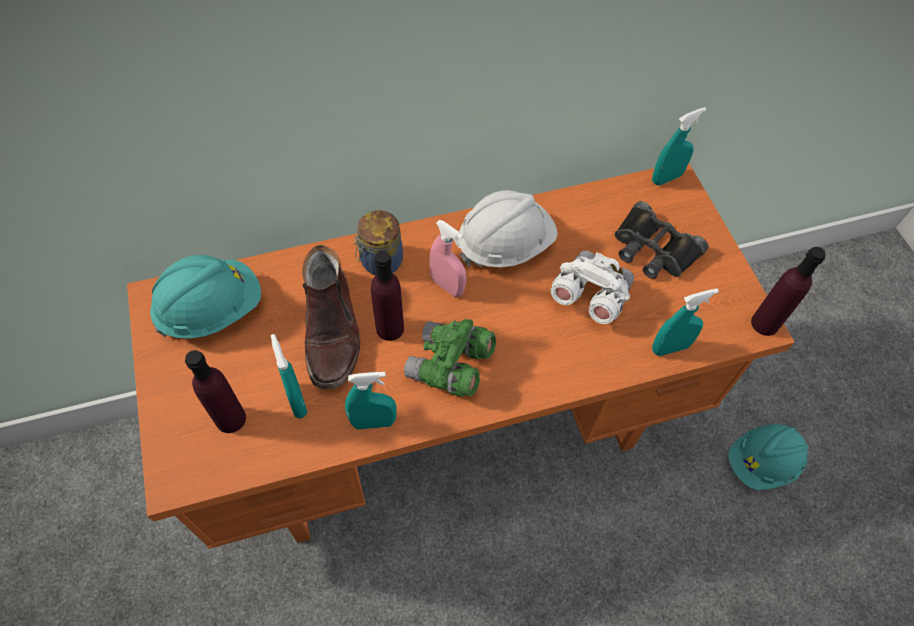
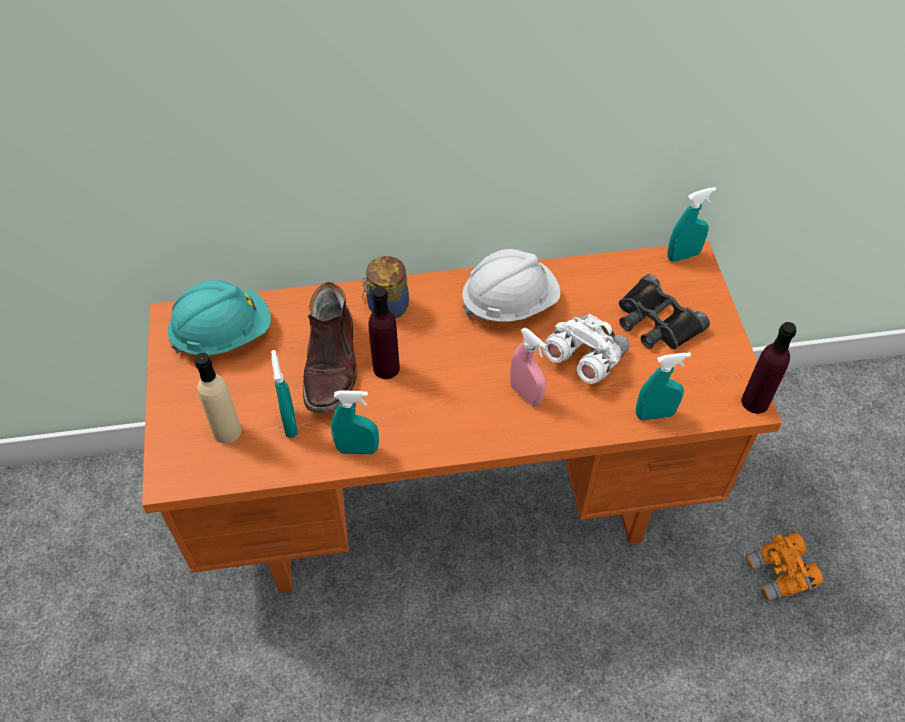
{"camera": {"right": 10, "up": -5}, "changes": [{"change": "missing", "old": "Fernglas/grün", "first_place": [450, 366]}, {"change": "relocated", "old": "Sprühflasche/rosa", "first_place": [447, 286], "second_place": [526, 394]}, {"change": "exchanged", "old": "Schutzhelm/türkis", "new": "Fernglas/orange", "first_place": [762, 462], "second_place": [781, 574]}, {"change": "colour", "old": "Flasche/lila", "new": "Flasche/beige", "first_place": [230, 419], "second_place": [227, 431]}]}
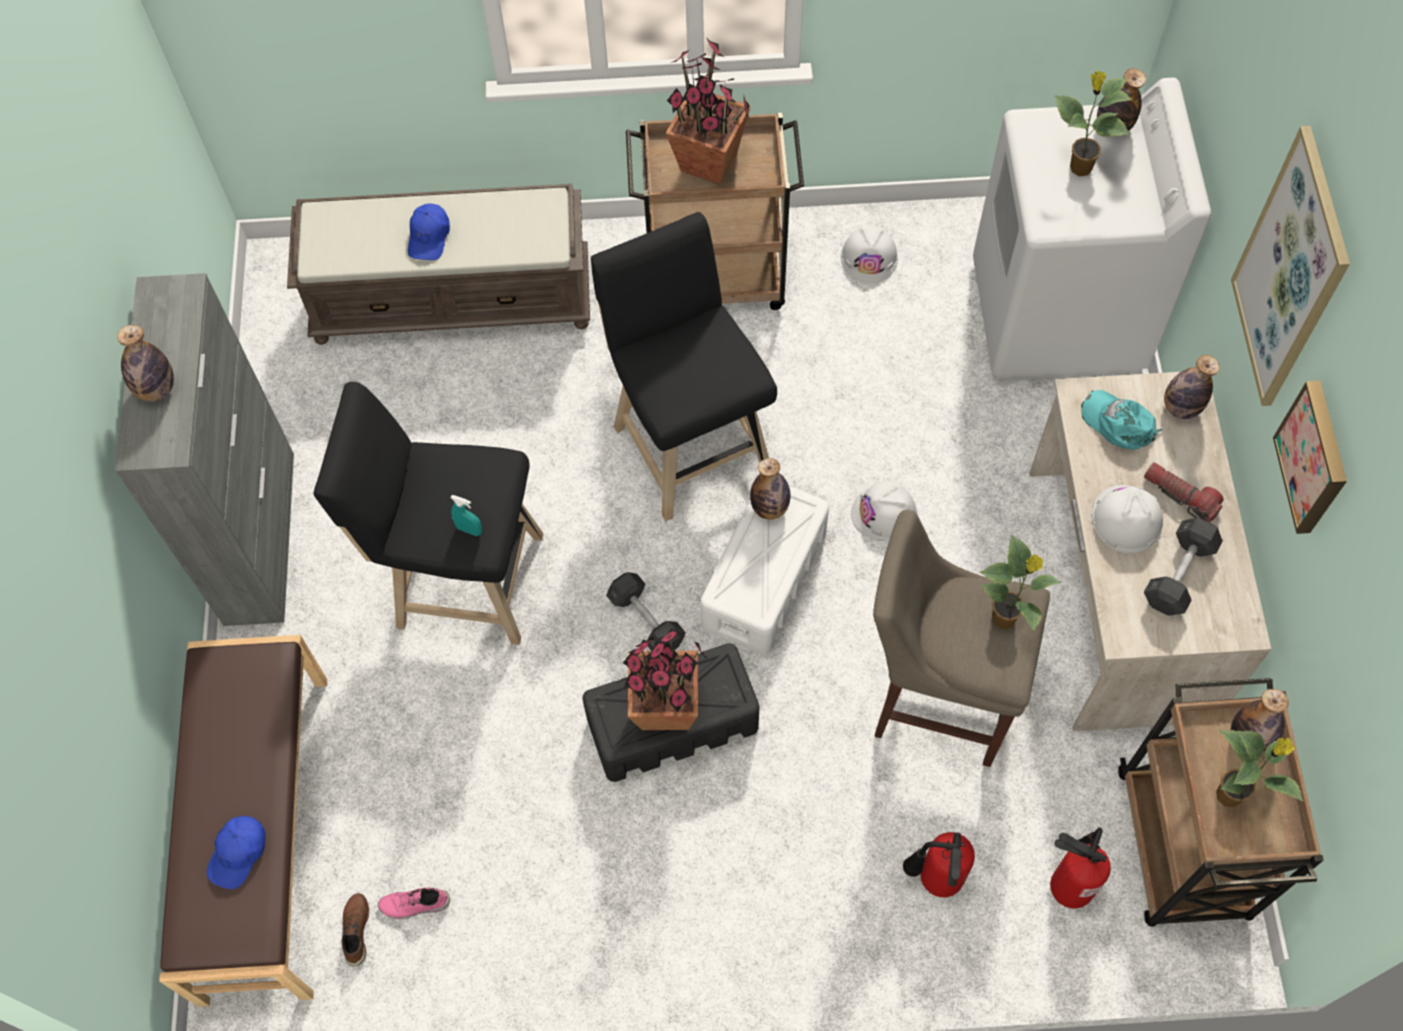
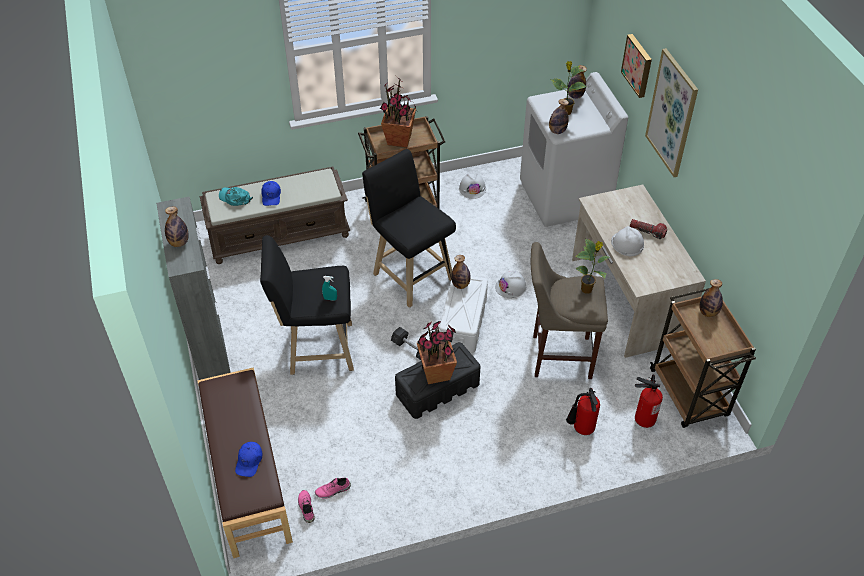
{"camera": {"right": -15, "up": -15}, "changes": [{"change": "missing", "old": "Hantel/grau", "first_place": [1178, 574]}, {"change": "missing", "old": "Topfpflanze", "first_place": [1230, 795]}, {"change": "relocated", "old": "Kappe/türkis", "first_place": [1118, 423], "second_place": [235, 198]}, {"change": "relocated", "old": "Flasche", "first_place": [1180, 408], "second_place": [557, 131]}, {"change": "relocated", "old": "Bild", "first_place": [1315, 457], "second_place": [638, 65]}, {"change": "colour", "old": "Schuh/braun", "new": "Schuh/rosa", "first_place": [355, 931], "second_place": [306, 508]}]}
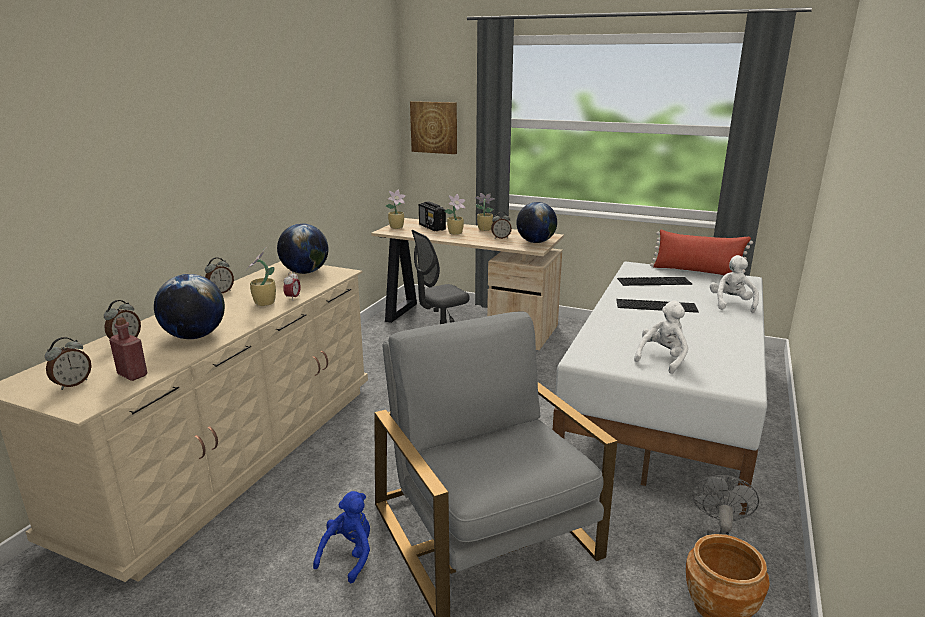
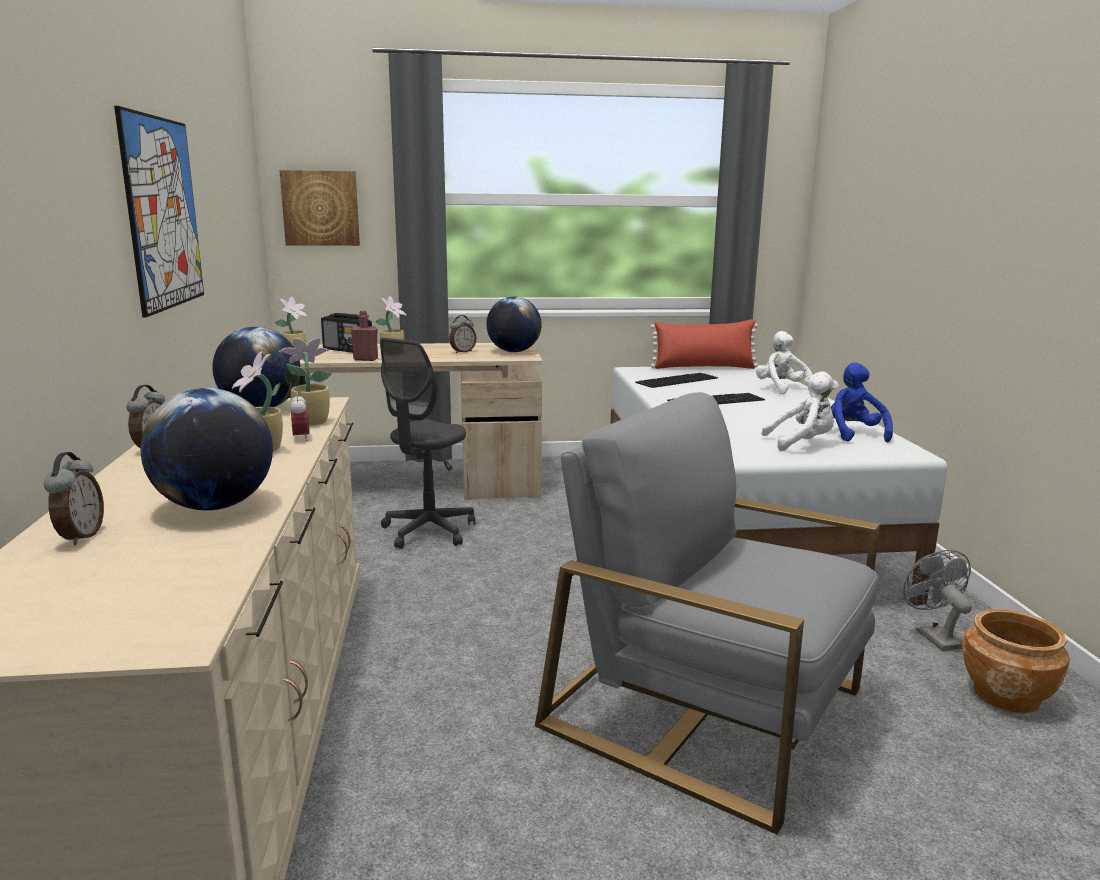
{"camera": {"right": -30, "up": -5}, "changes": [{"change": "missing", "old": "Wecker", "first_place": [72, 384]}, {"change": "appeared", "new": "Bild", "second_place": [163, 213]}, {"change": "relocated", "old": "Flasche/rot", "first_place": [132, 375], "second_place": [365, 359]}, {"change": "relocated", "old": "Plüschtier/blau", "first_place": [349, 555], "second_place": [851, 434]}, {"change": "relocated", "old": "Topfpflanze", "first_place": [484, 229], "second_place": [310, 422]}, {"change": "spun", "old": "Plüschtier/weiß", "first_place": [662, 359], "second_place": [802, 443], "degrees": 75}]}
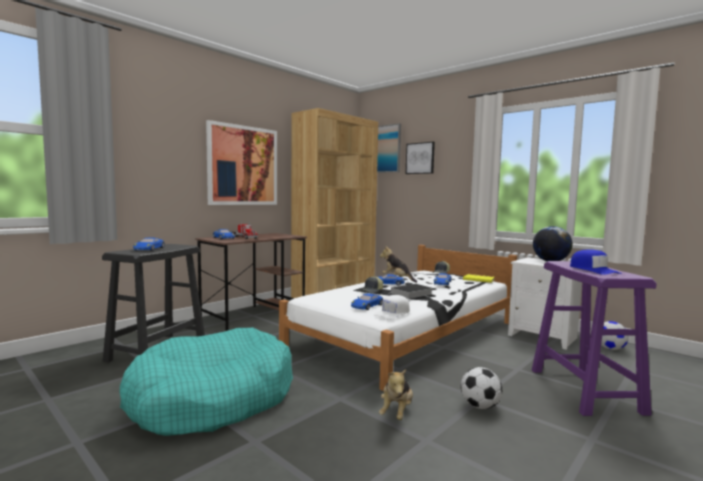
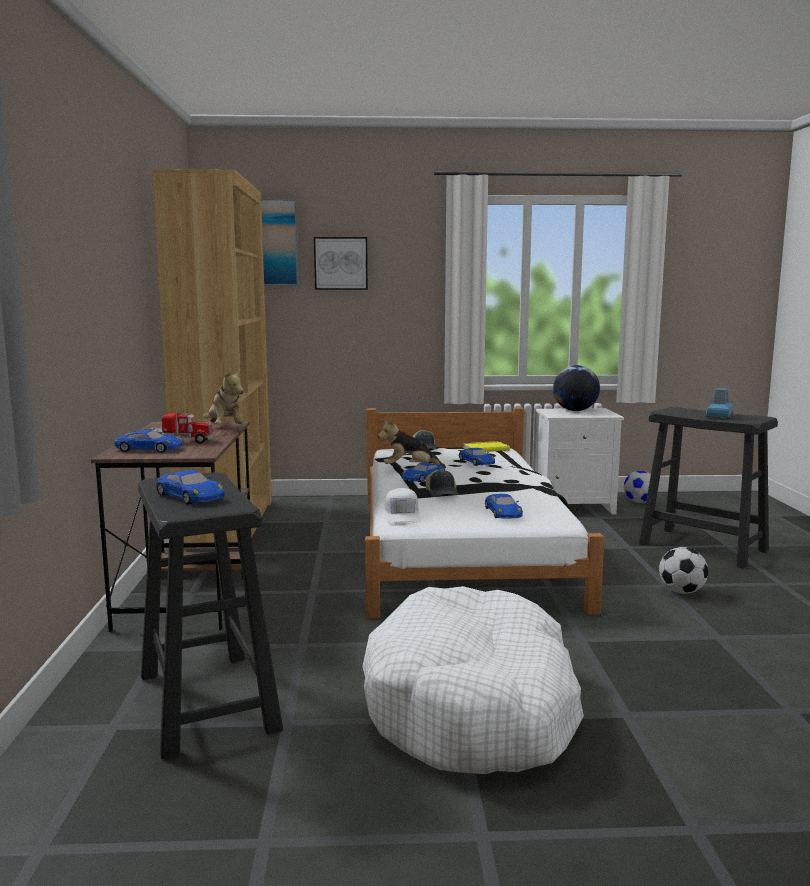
{"camera": {"right": -45, "up": 5}, "changes": [{"change": "missing", "old": "Bild", "first_place": [243, 165]}, {"change": "missing", "old": "Buch", "first_place": [411, 294]}, {"change": "relocated", "old": "Kappe/weiß", "first_place": [392, 313], "second_place": [402, 515]}, {"change": "relocated", "old": "Plüschtier", "first_place": [396, 412], "second_place": [225, 428]}, {"change": "exchanged", "old": "Kappe/blau", "new": "Spielzeugauto/blau", "first_place": [593, 270], "second_place": [719, 416]}, {"change": "colour", "old": "Hundebett/türkis", "new": "Hundebett/weiß", "first_place": [212, 398], "second_place": [473, 707]}, {"change": "colour", "old": "Hocker/lila", "new": "Hocker/schwarz", "first_place": [585, 391], "second_place": [703, 547]}]}
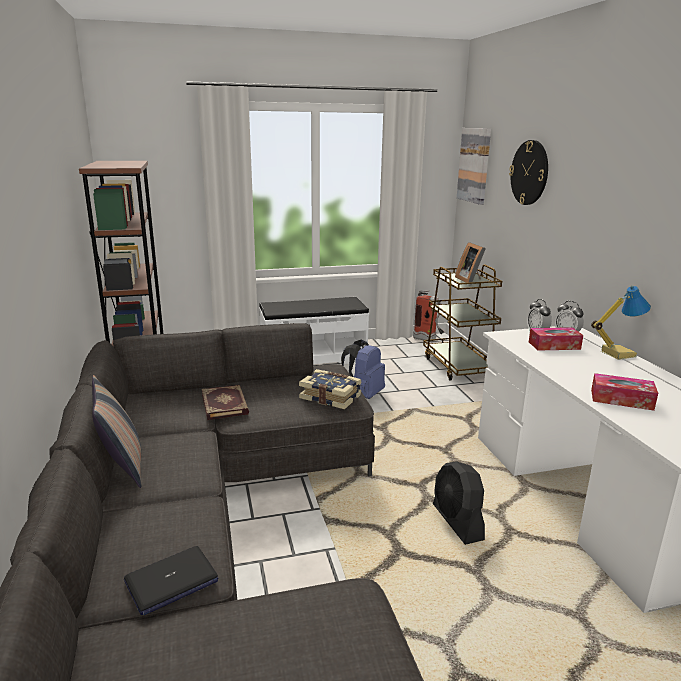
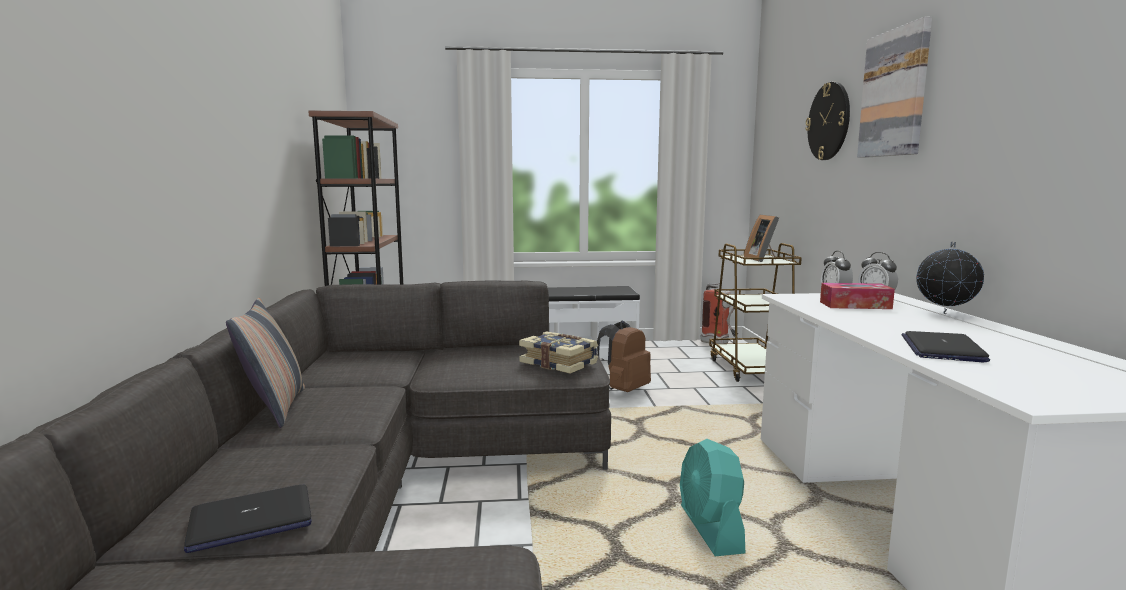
{"camera": {"right": 10, "up": -10}, "changes": [{"change": "missing", "old": "Buch", "first_place": [225, 404]}, {"change": "relocated", "old": "Bild", "first_place": [474, 165], "second_place": [894, 93]}, {"change": "exchanged", "old": "Tischlampe", "new": "Globus", "first_place": [617, 353], "second_place": [945, 313]}, {"change": "exchanged", "old": "Taschentuchbox", "new": "Laptop", "first_place": [621, 399], "second_place": [942, 349]}, {"change": "colour", "old": "Rucksack/blau", "new": "Rucksack/braun", "first_place": [364, 395], "second_place": [624, 390]}, {"change": "colour", "old": "Ventilator/schwarz", "new": "Ventilator/türkis", "first_place": [457, 522], "second_place": [710, 530]}]}
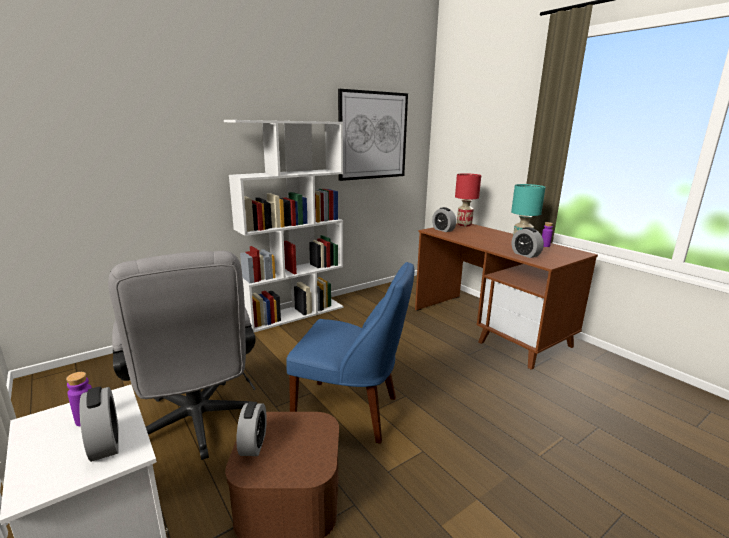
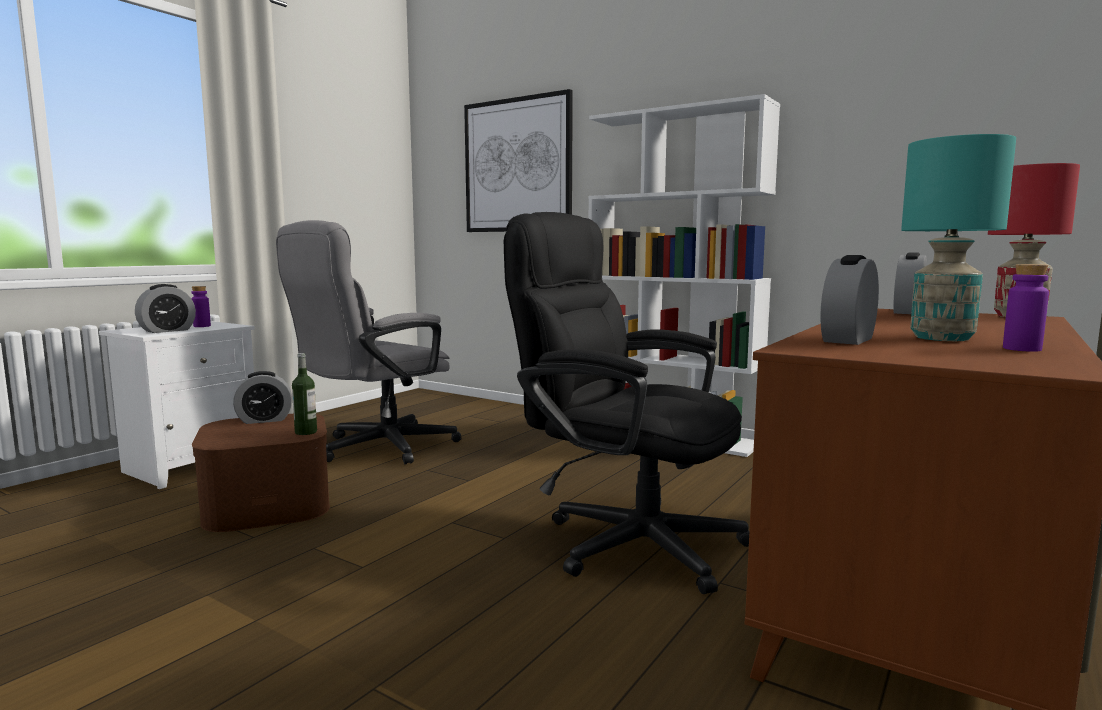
{"camera": {"right": 70, "up": -10}, "changes": [{"change": "missing", "old": "Stuhl/blau", "first_place": [351, 412]}, {"change": "appeared", "new": "Flasche", "second_place": [306, 432]}, {"change": "appeared", "new": "Bürostuhl/schwarz", "second_place": [625, 539]}, {"change": "relocated", "old": "Bild", "first_place": [373, 136], "second_place": [517, 165]}]}
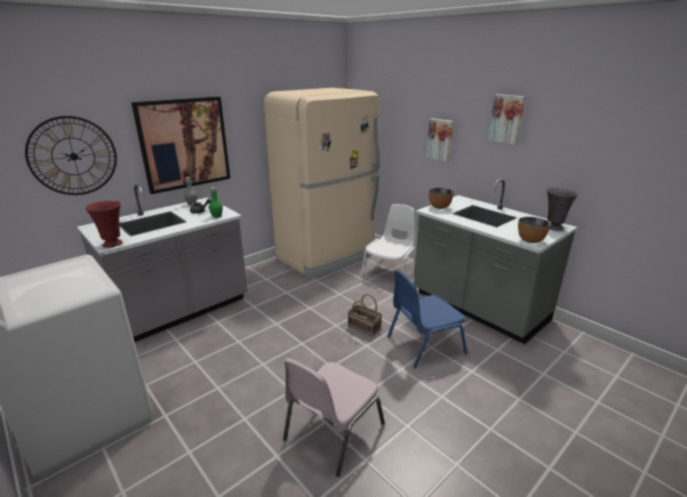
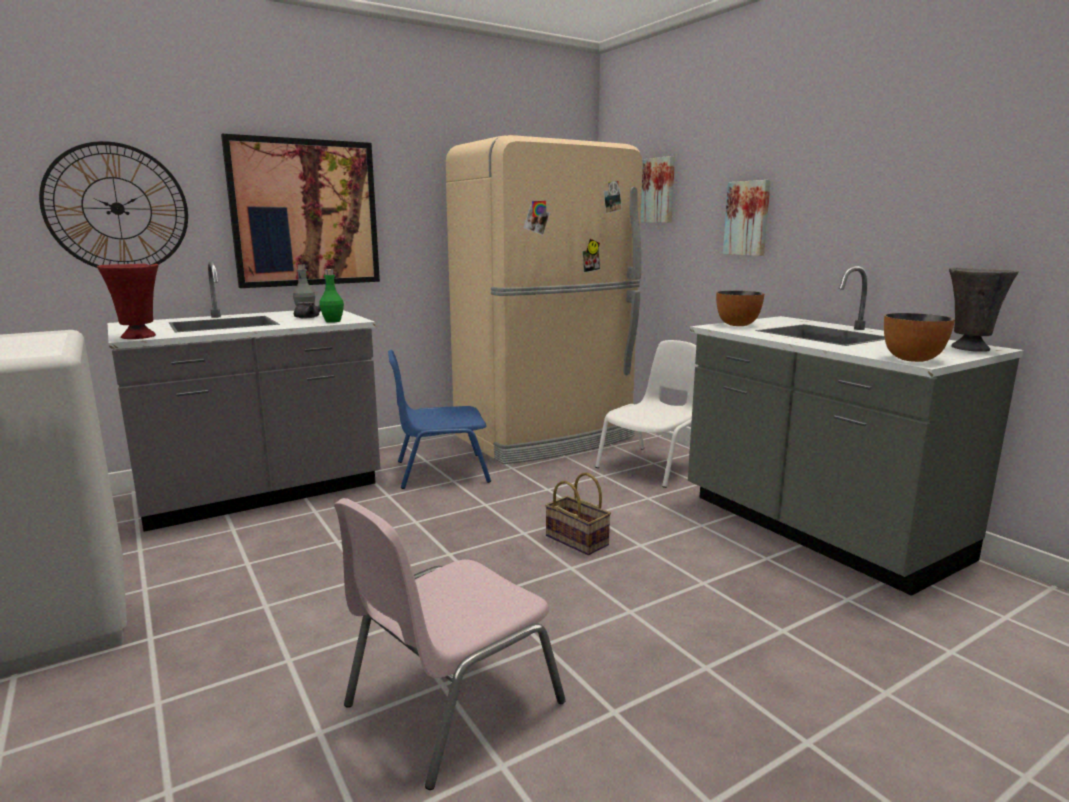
{"camera": {"right": 10, "up": -10}, "changes": [{"change": "relocated", "old": "Stuhl/blau", "first_place": [424, 344], "second_place": [440, 471]}, {"change": "relocated", "old": "Bild", "first_place": [507, 119], "second_place": [659, 190]}]}
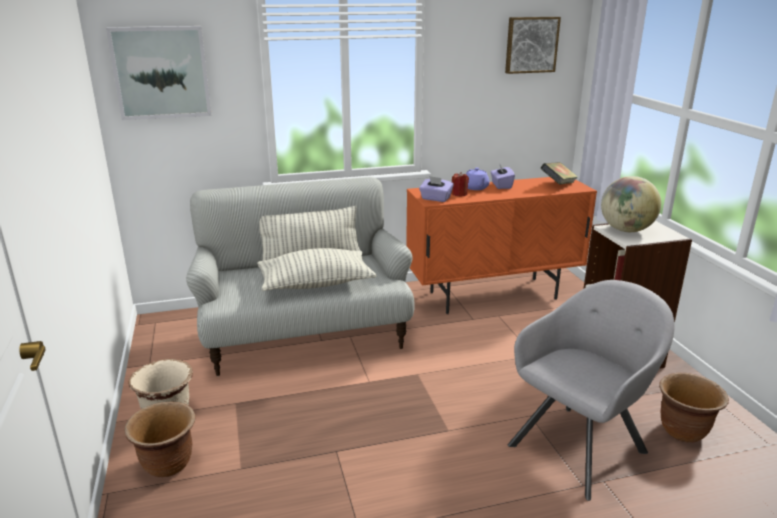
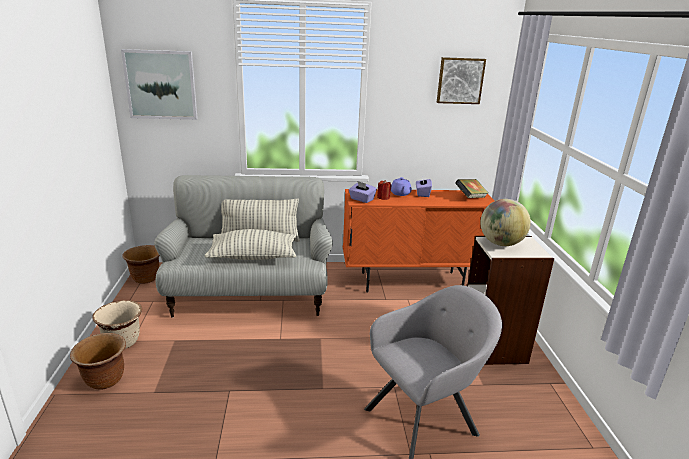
{"camera": {"right": 10, "up": 0}, "changes": [{"change": "relocated", "old": "Pflanzkübel/braun", "first_place": [683, 431], "second_place": [146, 278]}]}
